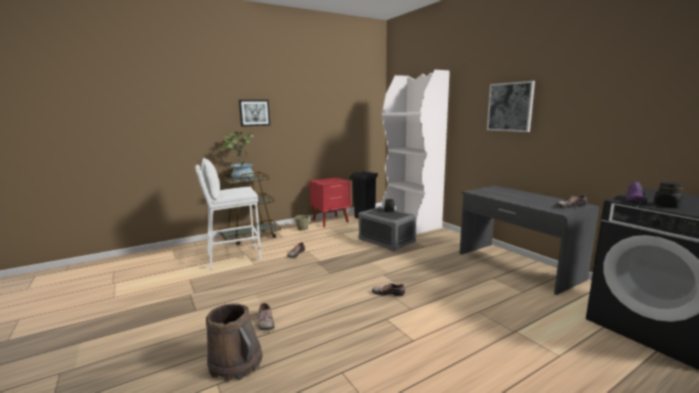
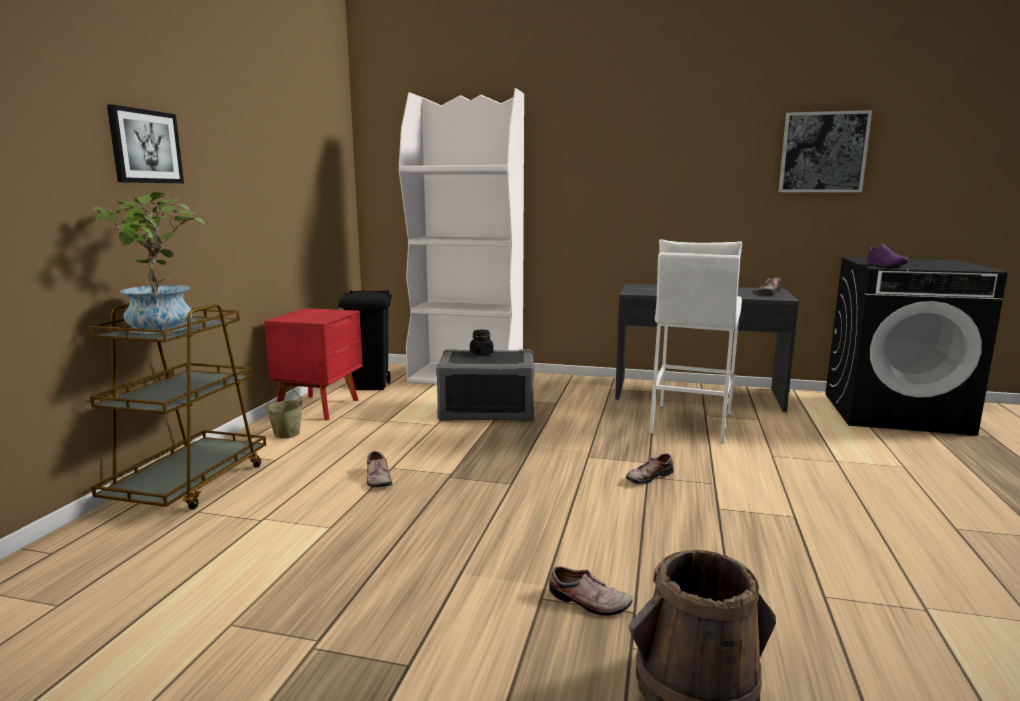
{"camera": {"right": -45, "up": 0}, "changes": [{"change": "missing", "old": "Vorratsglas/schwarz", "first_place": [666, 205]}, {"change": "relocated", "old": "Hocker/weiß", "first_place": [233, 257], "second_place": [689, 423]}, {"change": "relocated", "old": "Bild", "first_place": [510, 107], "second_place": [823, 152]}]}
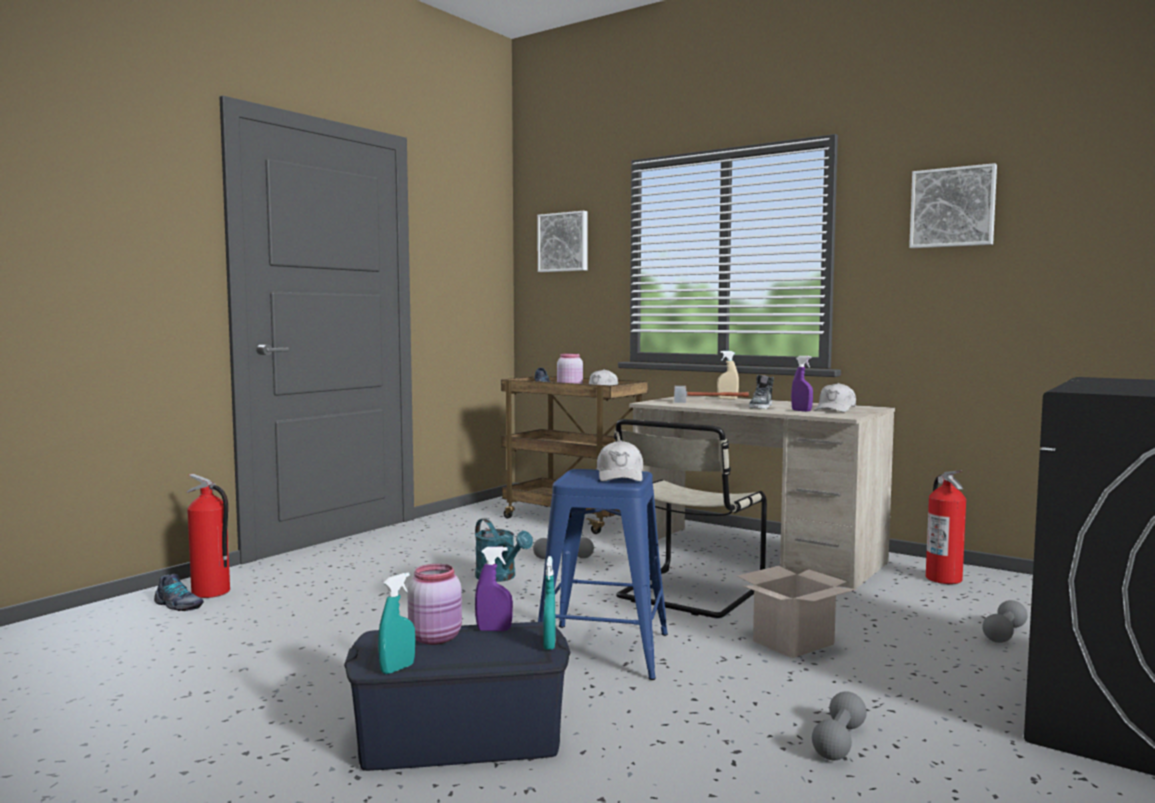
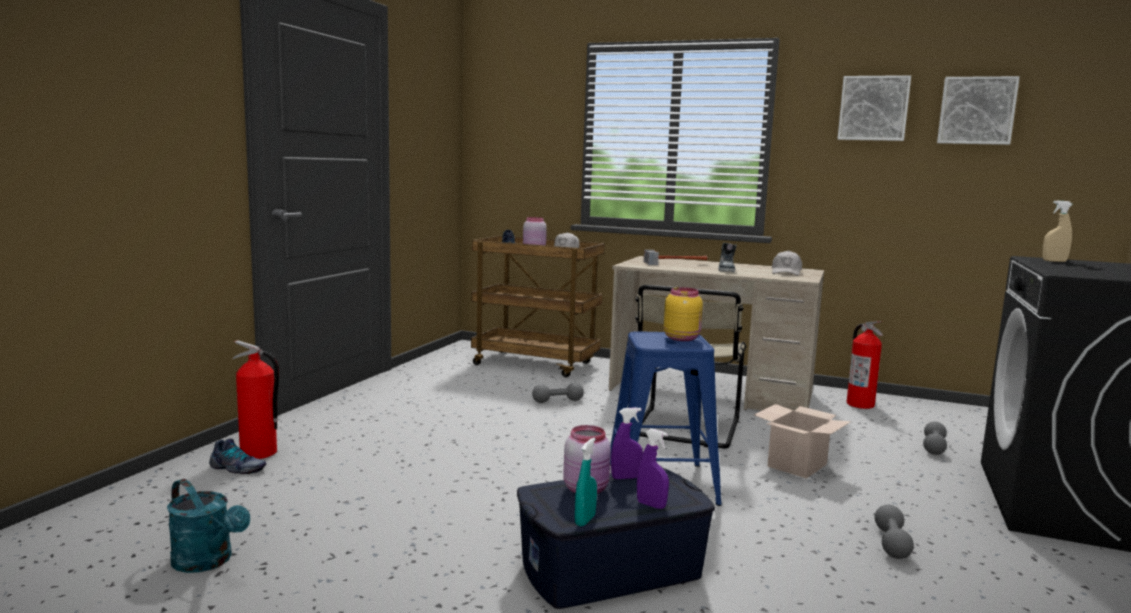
{"camera": {"right": -15, "up": 5}, "changes": [{"change": "missing", "old": "Sprühflasche/türkis", "first_place": [549, 645]}, {"change": "relocated", "old": "Gießkanne/türkis", "first_place": [500, 577], "second_place": [208, 562]}, {"change": "relocated", "old": "Bild", "first_place": [564, 242], "second_place": [976, 111]}, {"change": "relocated", "old": "Sprühflasche/beige", "first_place": [727, 399], "second_place": [1054, 261]}, {"change": "relocated", "old": "Sprühflasche/lila", "first_place": [801, 411], "second_place": [651, 505]}, {"change": "exchanged", "old": "Kappe/weiß", "new": "Vorratsglas/gelb", "first_place": [620, 476], "second_place": [682, 338]}]}
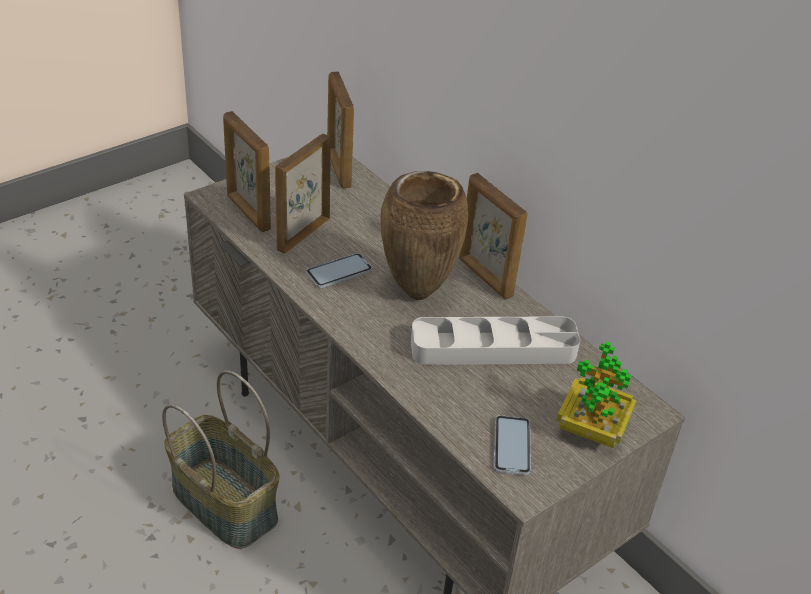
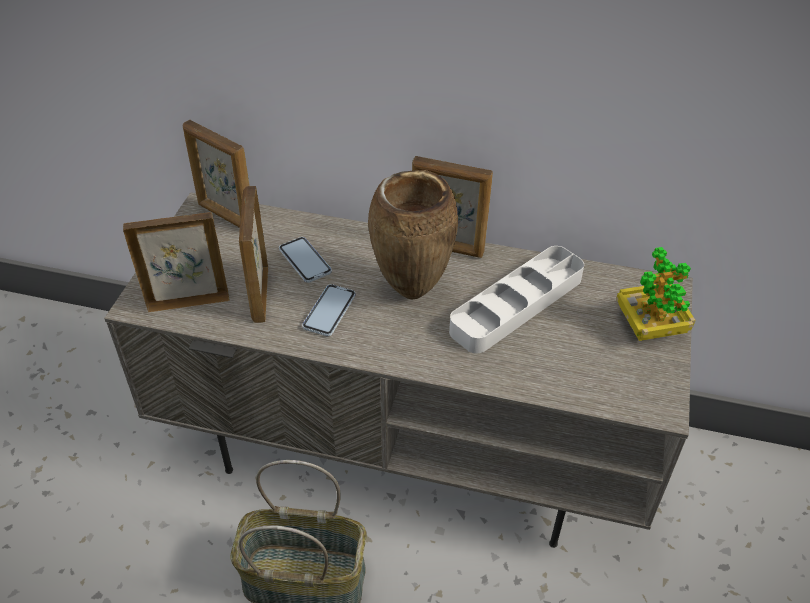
{"camera": {"right": -35, "up": 5}, "changes": [{"change": "relocated", "old": "Handy", "first_place": [512, 446], "second_place": [305, 261]}, {"change": "spun", "old": "Bilderrahmen", "first_place": [248, 213], "second_place": [188, 302], "degrees": 150}]}
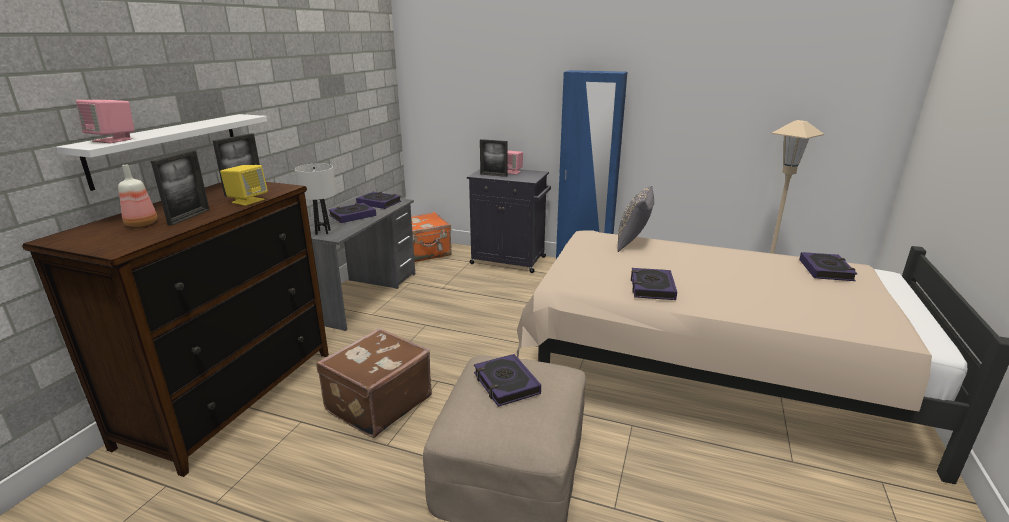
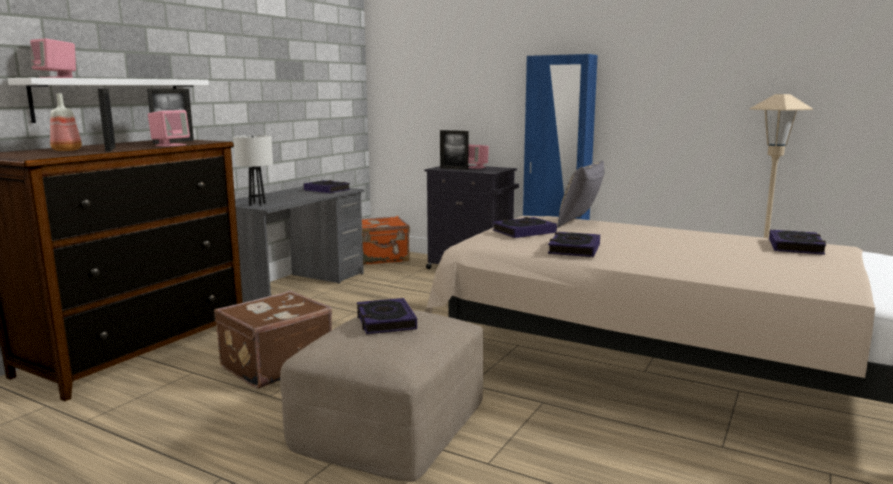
{"camera": {"right": 10, "up": -10}, "changes": [{"change": "relocated", "old": "Buch", "first_place": [352, 216], "second_place": [524, 232]}, {"change": "colour", "old": "Lautsprecher/gelb", "new": "Lautsprecher/rosa", "first_place": [248, 201], "second_place": [170, 145]}, {"change": "spun", "old": "Bilderrahmen", "first_place": [189, 217], "second_place": [110, 149], "degrees": 135}]}
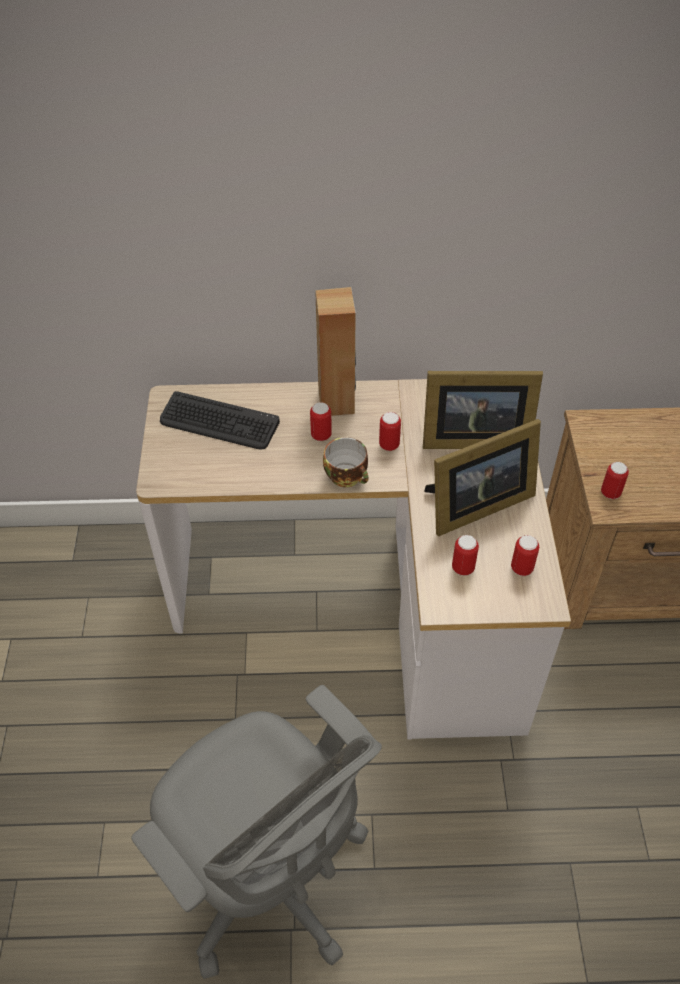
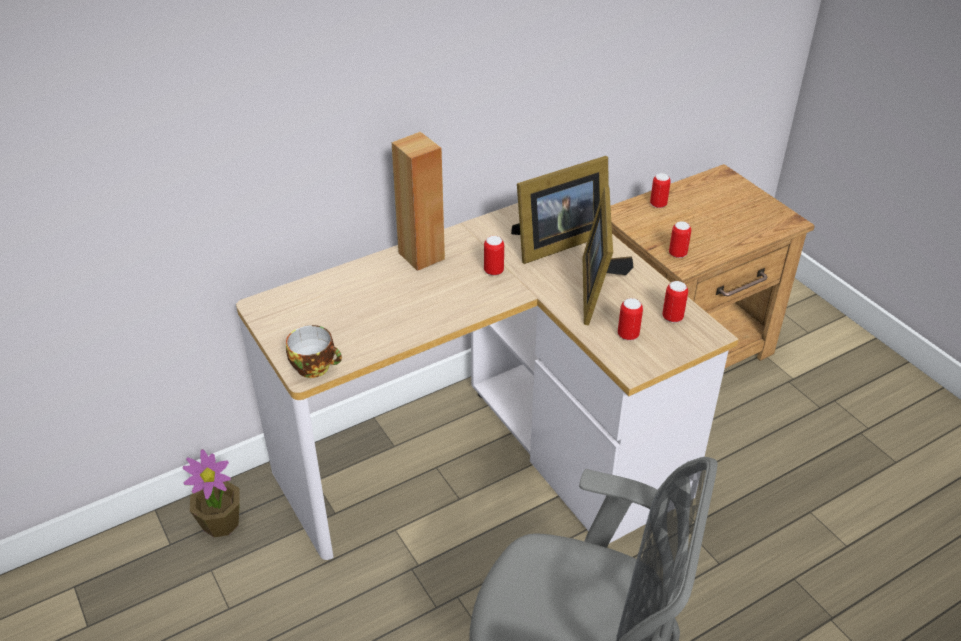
{"camera": {"right": -30, "up": -10}, "changes": [{"change": "missing", "old": "Tastatur", "first_place": [219, 422]}, {"change": "appeared", "new": "Topfpflanze", "second_place": [221, 522]}, {"change": "relocated", "old": "Dose", "first_place": [321, 435], "second_place": [658, 204]}, {"change": "relocated", "old": "Tasse", "first_place": [348, 476], "second_place": [316, 366]}, {"change": "spun", "old": "Bilderrahmen", "first_place": [475, 505], "second_place": [599, 288], "degrees": 150}]}
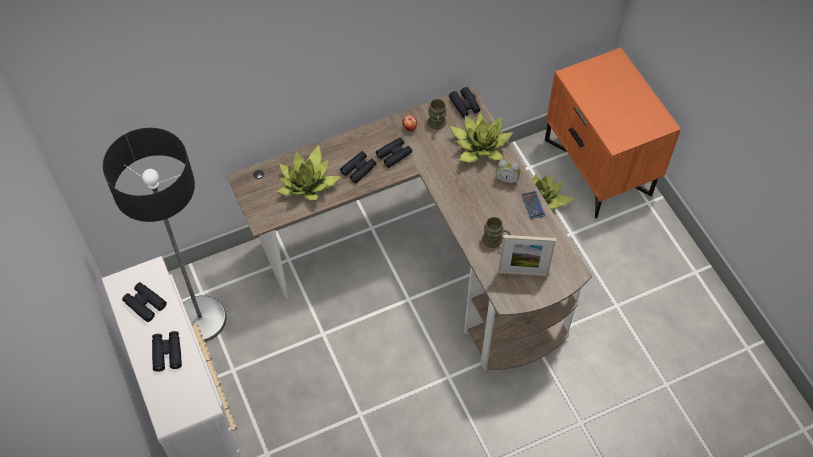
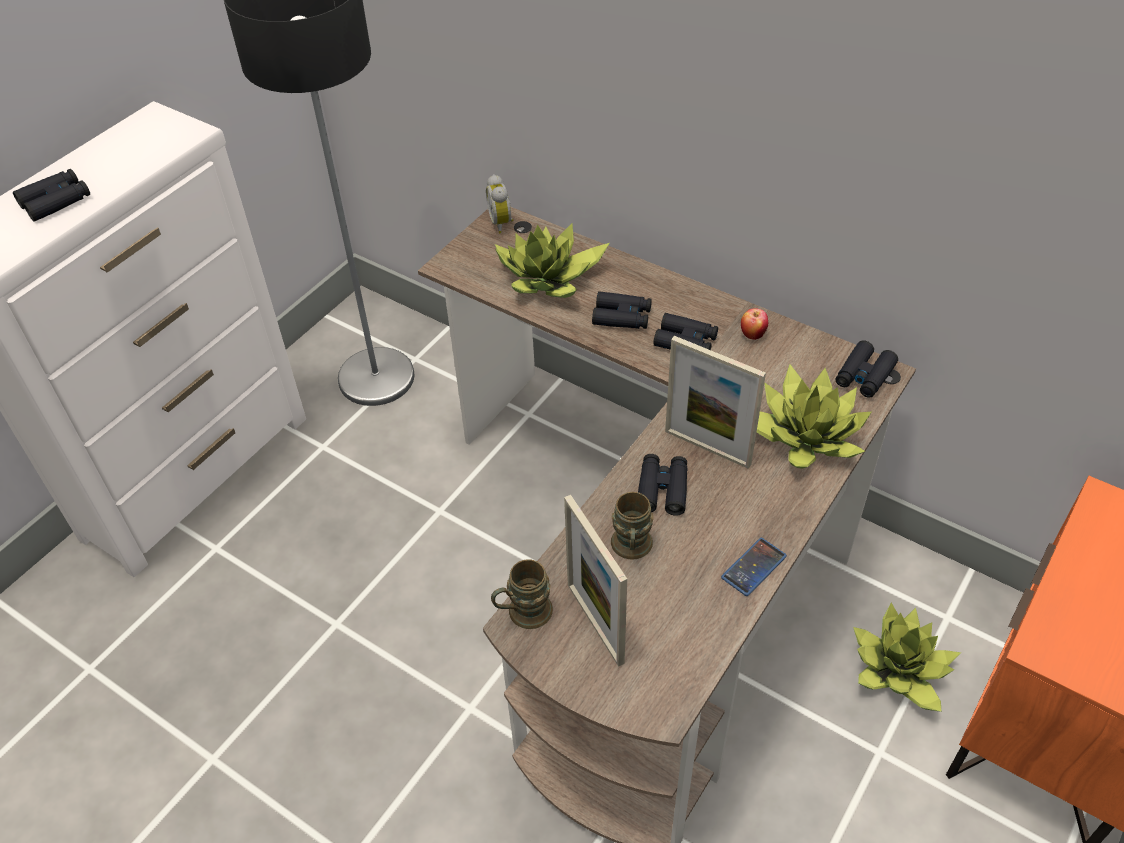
{"camera": {"right": 60, "up": -10}, "changes": [{"change": "appeared", "new": "Bilderrahmen", "second_place": [707, 448]}, {"change": "relocated", "old": "Fernglas/schwarz", "first_place": [145, 304], "second_place": [662, 489]}, {"change": "relocated", "old": "Henkelbecher/braun", "first_place": [437, 125], "second_place": [523, 614]}, {"change": "relocated", "old": "Wecker", "first_place": [507, 179], "second_place": [502, 223]}]}
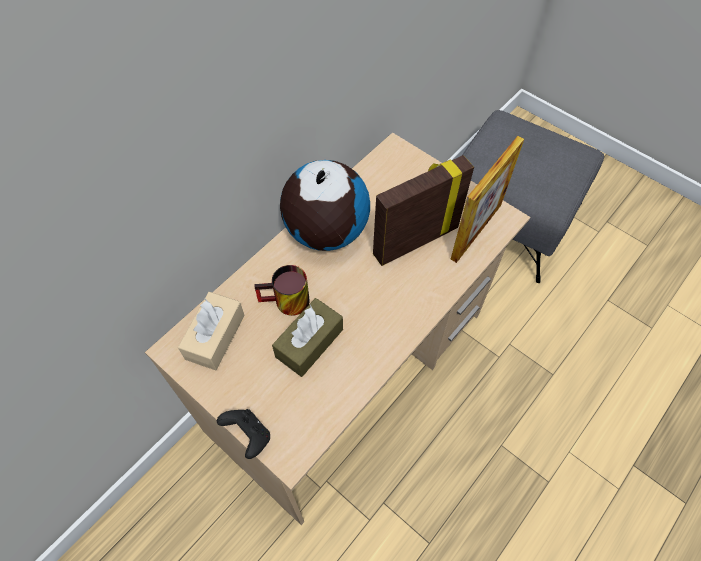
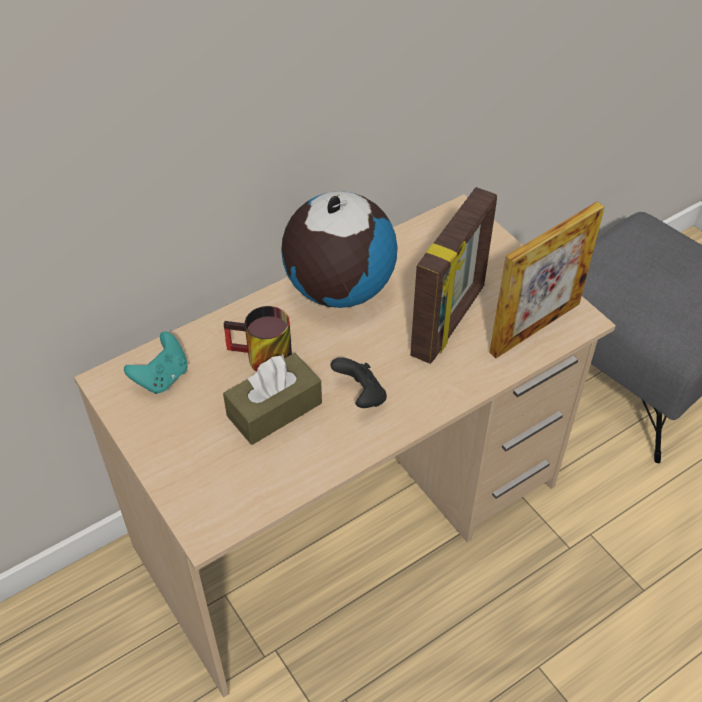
{"camera": {"right": 15, "up": -10}, "changes": [{"change": "relocated", "old": "Gamepad/schwarz", "first_place": [249, 435], "second_place": [361, 396]}, {"change": "exchanged", "old": "Taschentuchbox/beige", "new": "Gamepad/türkis", "first_place": [215, 336], "second_place": [162, 378]}, {"change": "spun", "old": "Bilderrahmen", "first_place": [414, 240], "second_place": [450, 321], "degrees": 135}]}
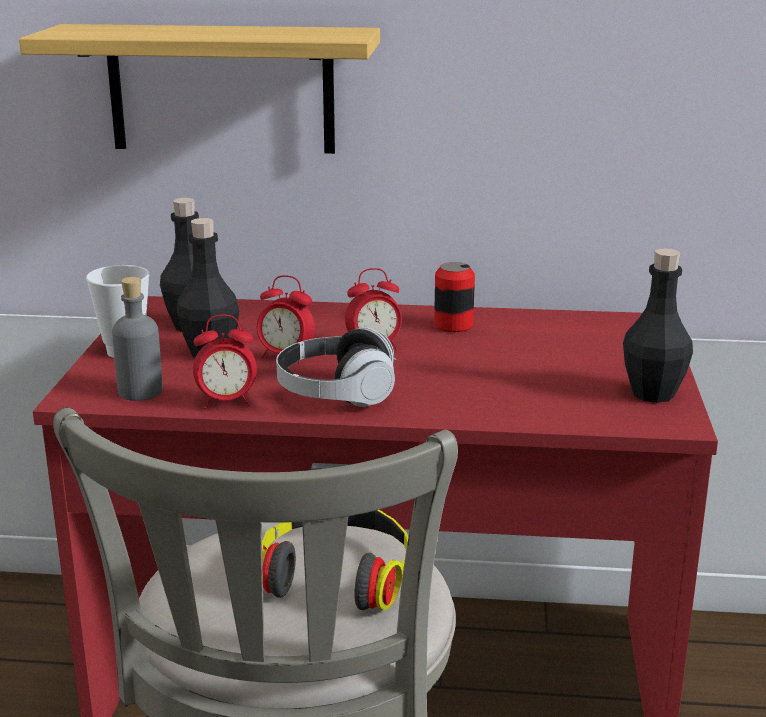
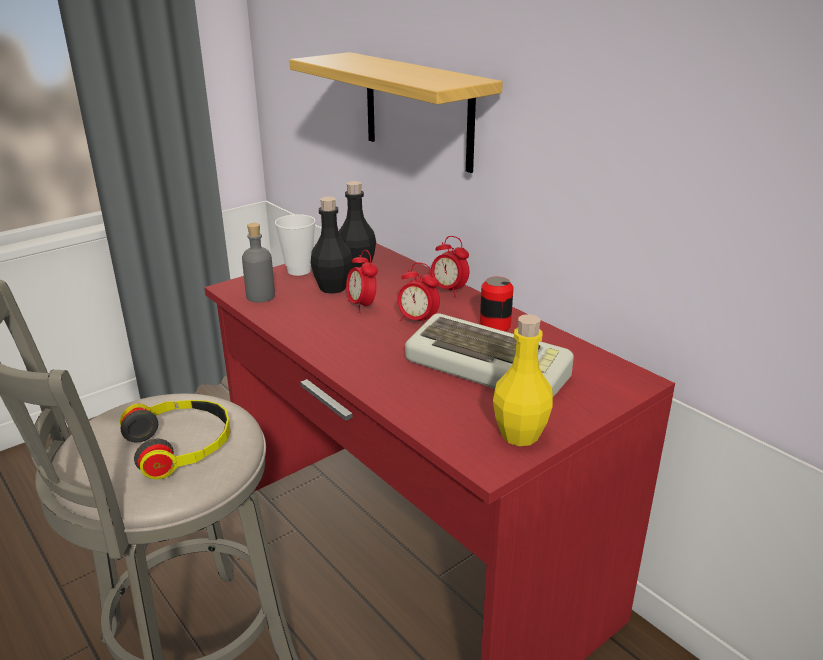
{"camera": {"right": 45, "up": 5}, "changes": [{"change": "missing", "old": "Kopfhörer", "first_place": [337, 394]}, {"change": "appeared", "new": "Tastatur", "second_place": [489, 368]}, {"change": "relocated", "old": "Wecker", "first_place": [226, 403], "second_place": [449, 290]}, {"change": "colour", "old": "Flasche/schwarz", "new": "Flasche/gelb", "first_place": [652, 394], "second_place": [520, 435]}]}
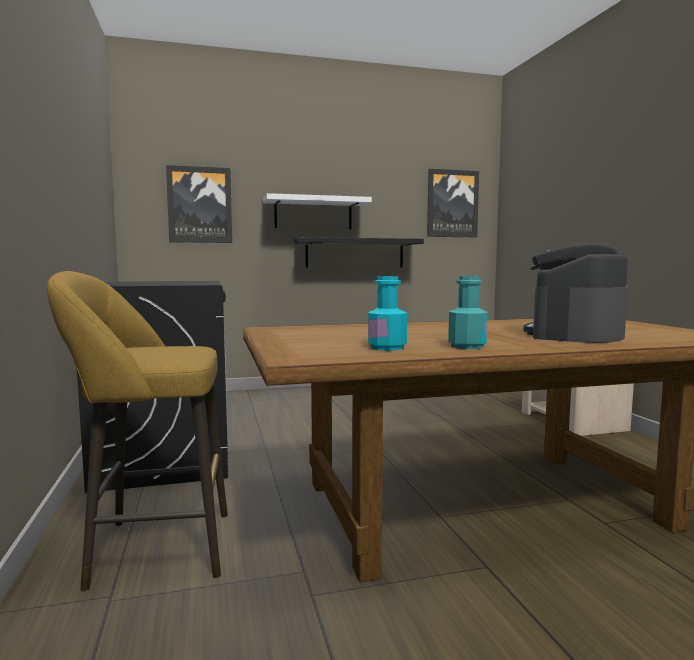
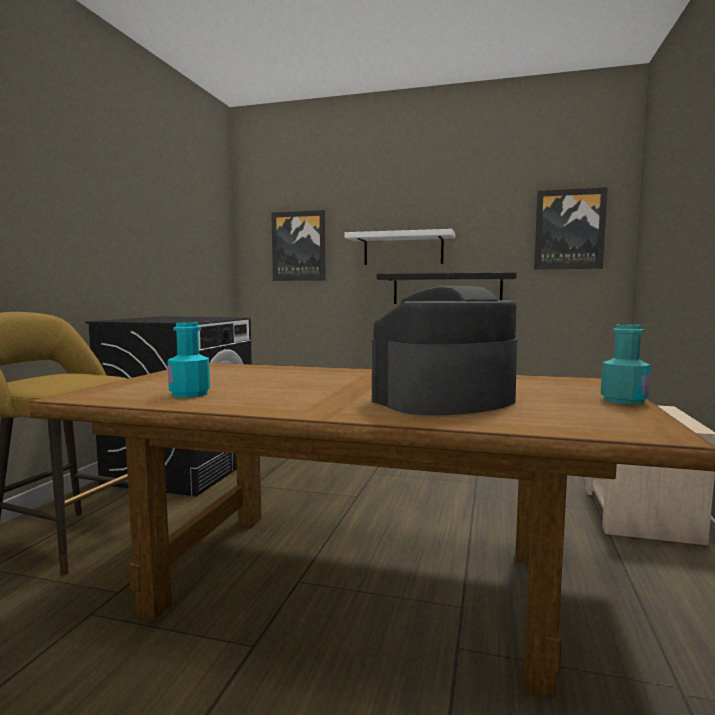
{"camera": {"right": 30, "up": 0}, "changes": [{"change": "relocated", "old": "Flasche/türkis", "first_place": [467, 346], "second_place": [623, 401]}]}
